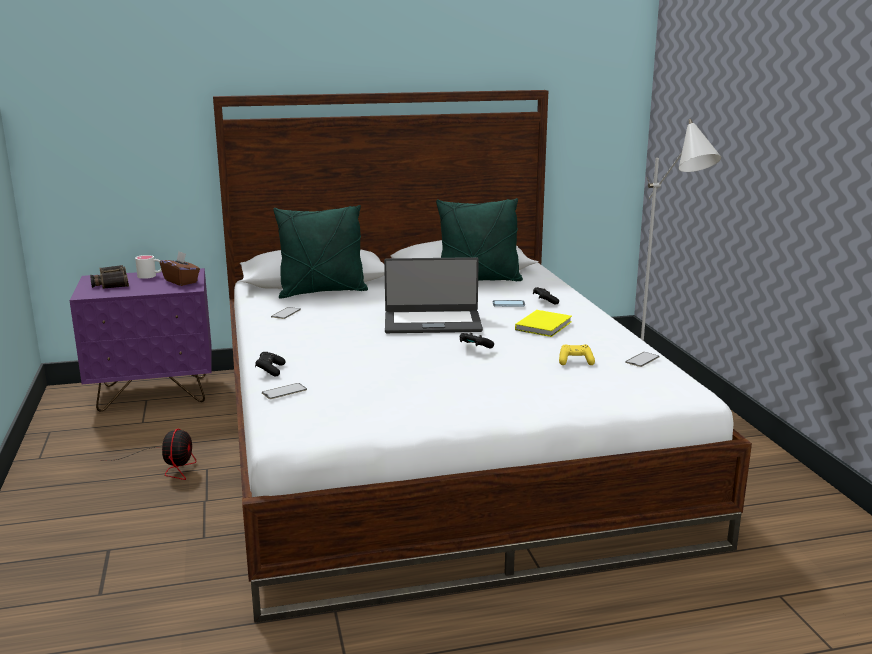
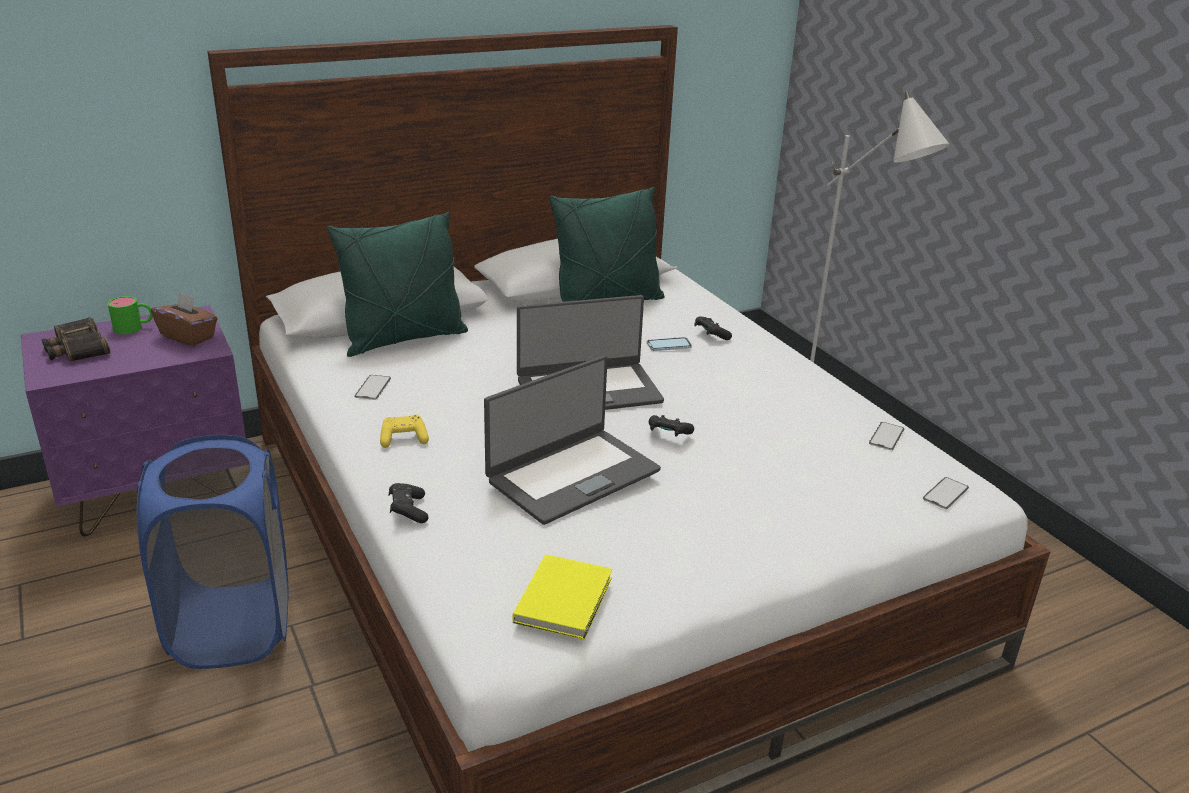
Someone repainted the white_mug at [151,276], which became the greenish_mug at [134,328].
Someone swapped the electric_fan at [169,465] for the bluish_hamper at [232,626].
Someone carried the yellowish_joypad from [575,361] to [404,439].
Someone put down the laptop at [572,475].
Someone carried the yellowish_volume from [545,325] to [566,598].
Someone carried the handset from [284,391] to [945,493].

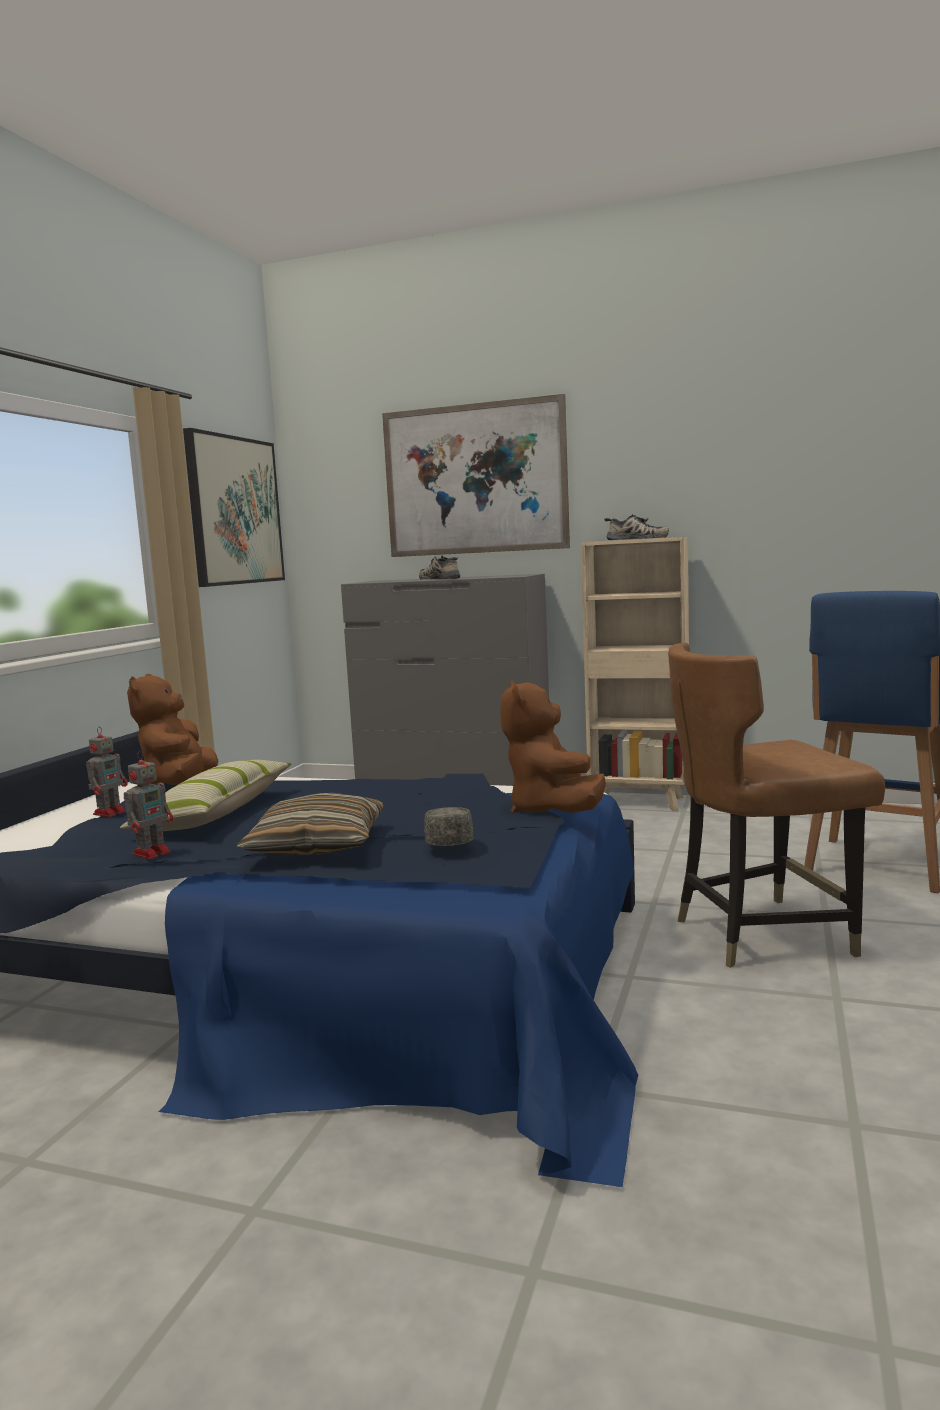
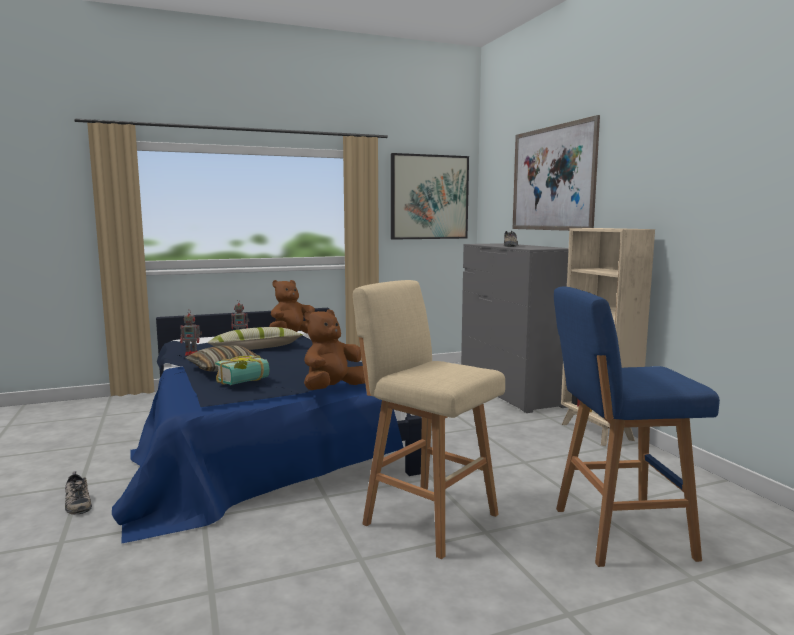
Someone carried the shoe from [637,539] to [76,502].
Someone swapped the grey_baseball_cap at [448,841] for the volume at [245,382].
Someone swapped the brown_plain_chair at [761,934] for the beige-coloured_stool_seat at [427,517].

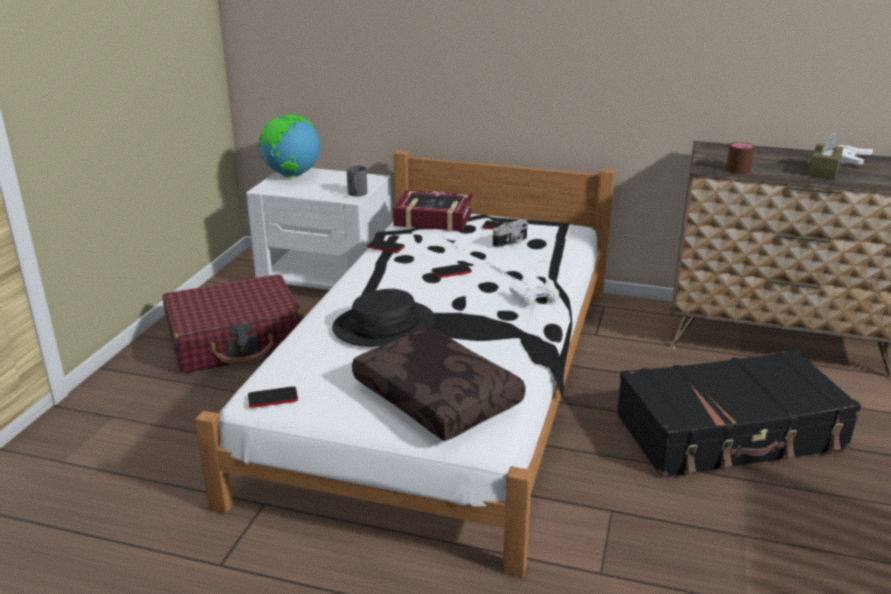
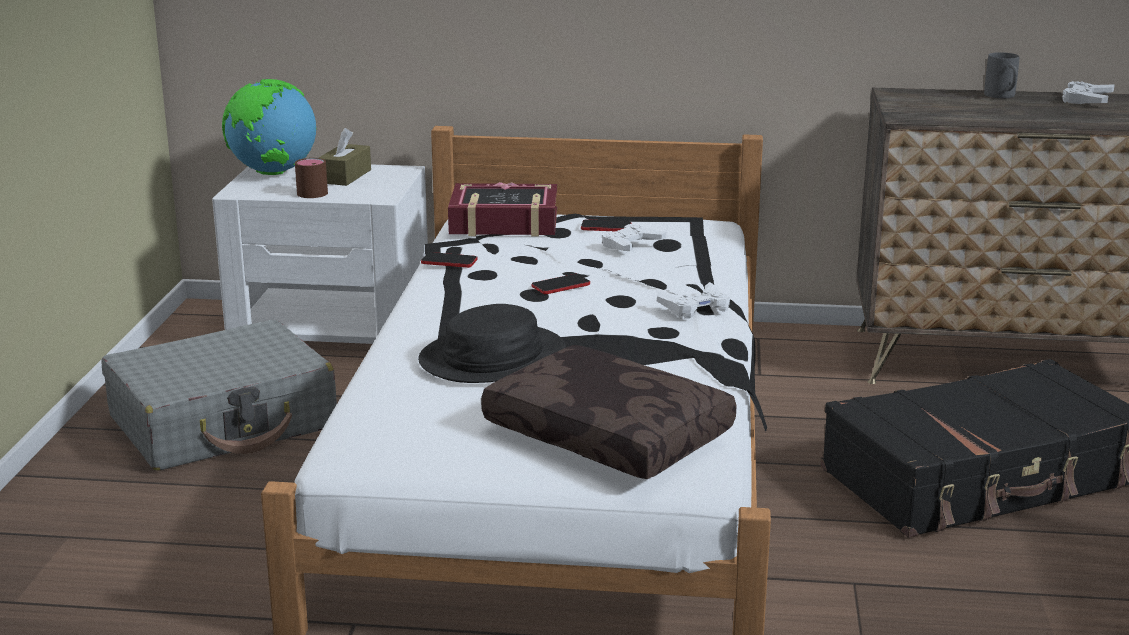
Someone repainted the red-coloured_piece_of_luggage at [237,341], which became the grey_piece_of_luggage at [224,423].
Someone carried the brown_mug from [735,168] to [311,191].
Someone carried the brown_tissue_box from [823,171] to [345,176].
Someone swapped the photo_camera at [511,242] for the white_joypad at [631,244].
Someone carried the grey_mug from [357,195] to [1002,96].
Someone took away the handset at [273,398].

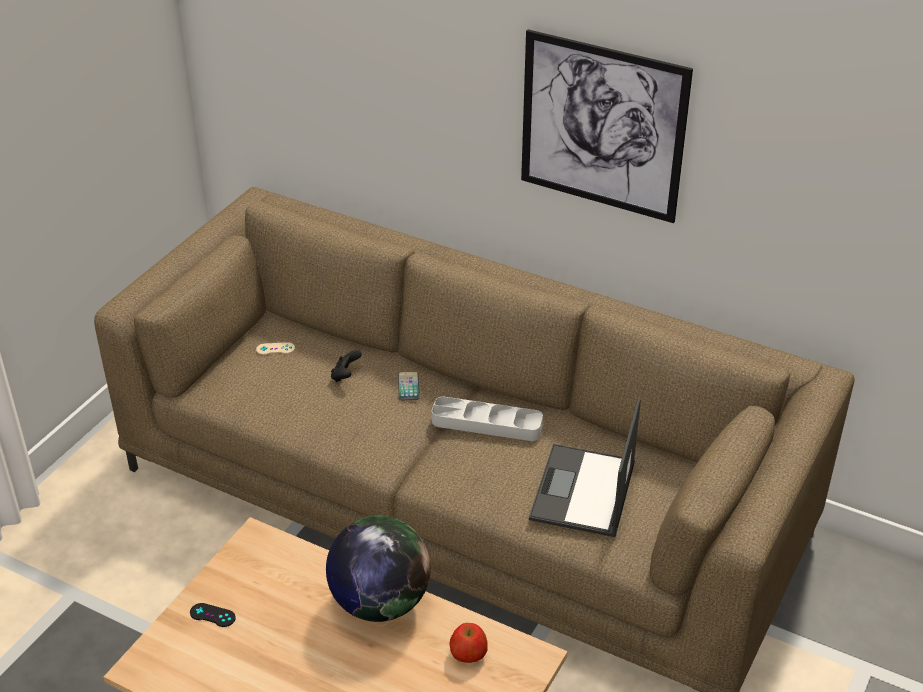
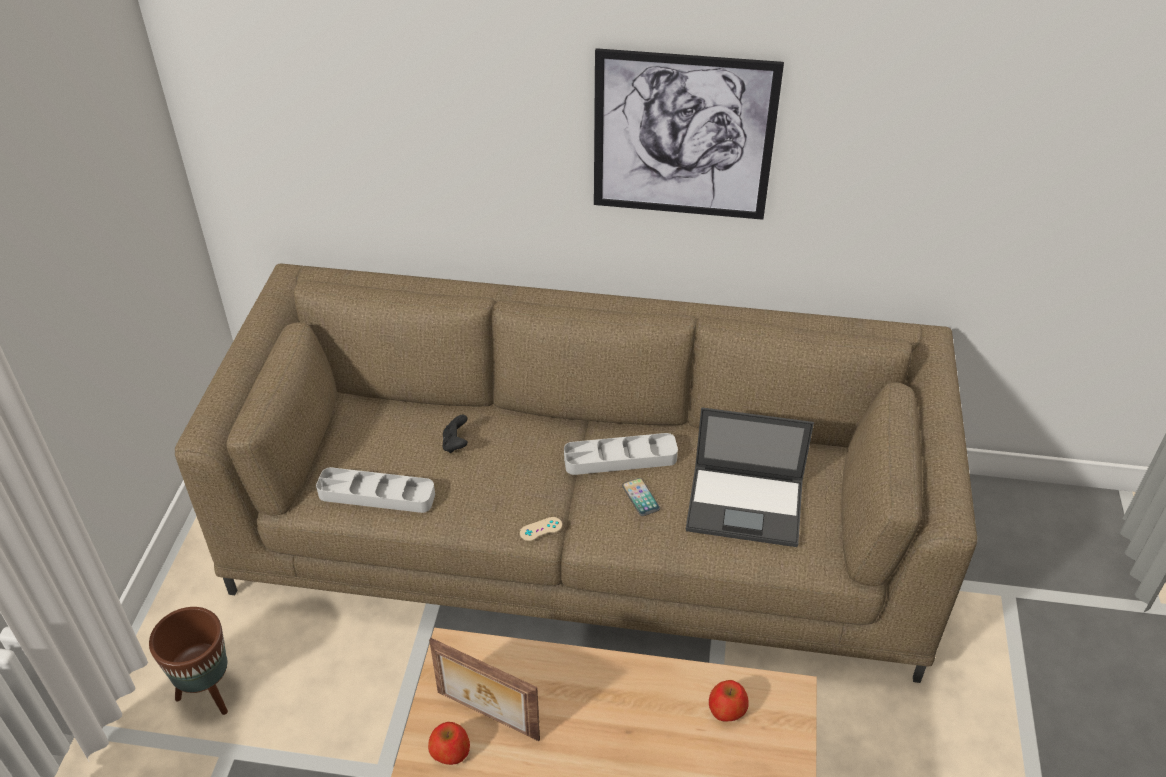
Someone put down the brown_plant_pot at [208,693].
Someone put down the grey_serving_tray at [376,494].
Someone swapped the black_joypad at [212,615] for the apple at [450,751].
Someone put down the photo_frame at [486,717].
Someone carried the beige-coloured_joypad from [275,349] to [541,529].
Someone carried the handset from [408,386] to [640,497].
Someone rotated the laptop at [583,492] by 75 degrees counterclockwise.
Someone took away the globe at [380,602].

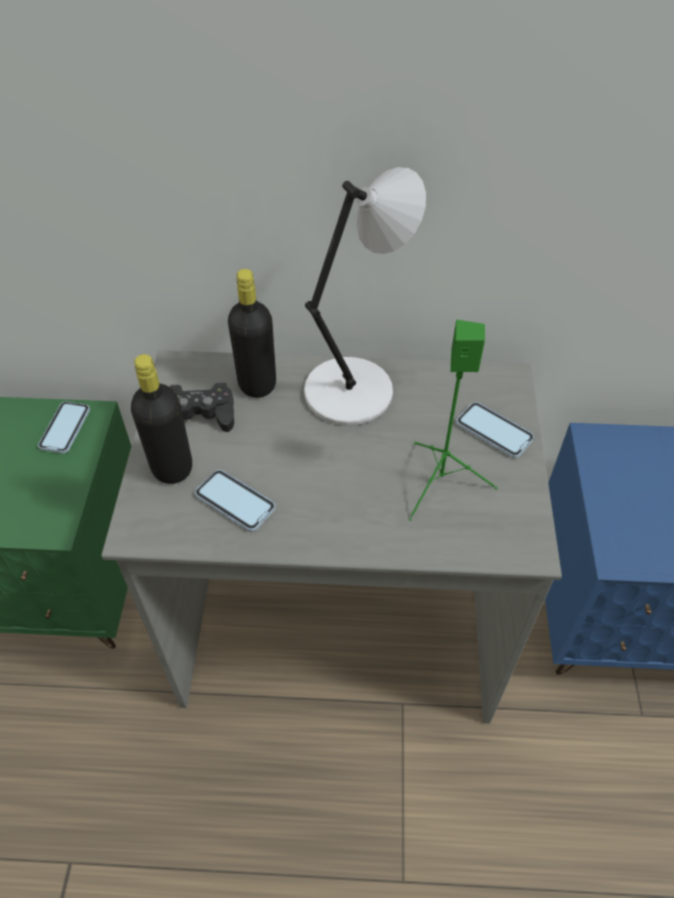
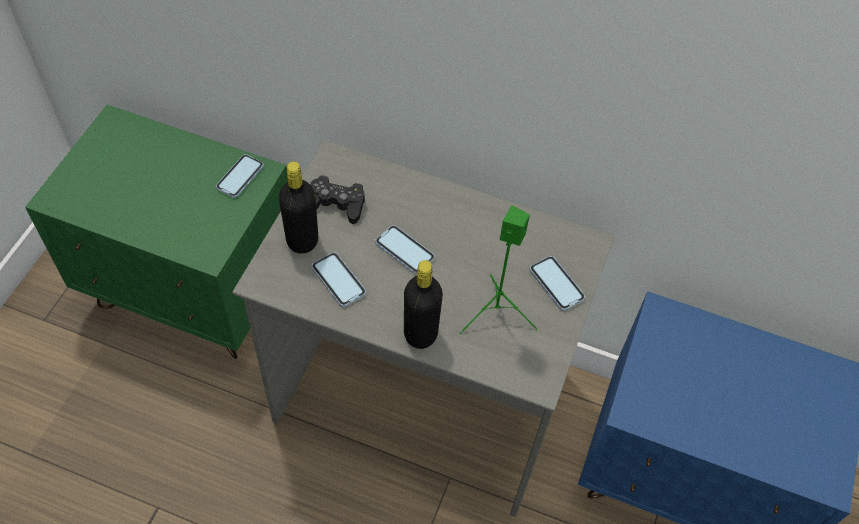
Someone put down the handset at [404,250].
Someone carried the black_bottle from [257,384] to [420,334].
Someone took away the grey_tabletop_lamp at [353,390].

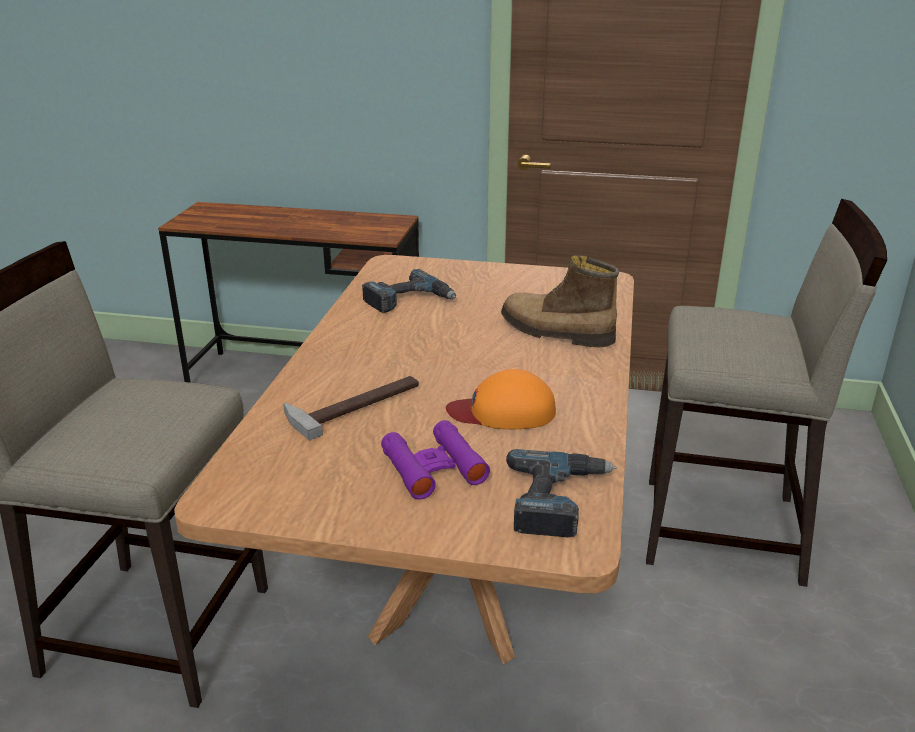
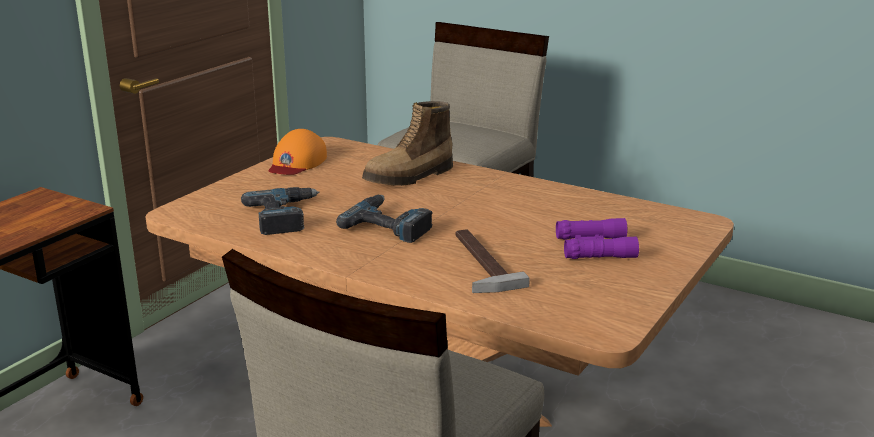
Someone carried the orange-coloured_baseball_cap from [503,411] to [297,162].
Someone carried the drill from [558,500] to [389,225].

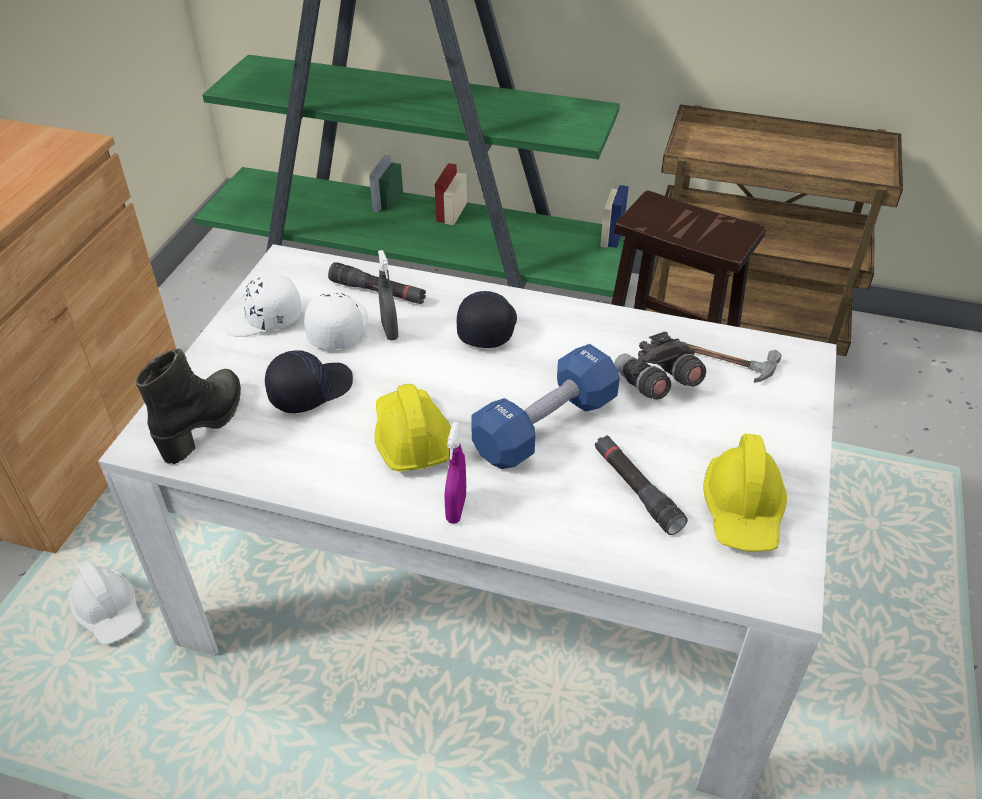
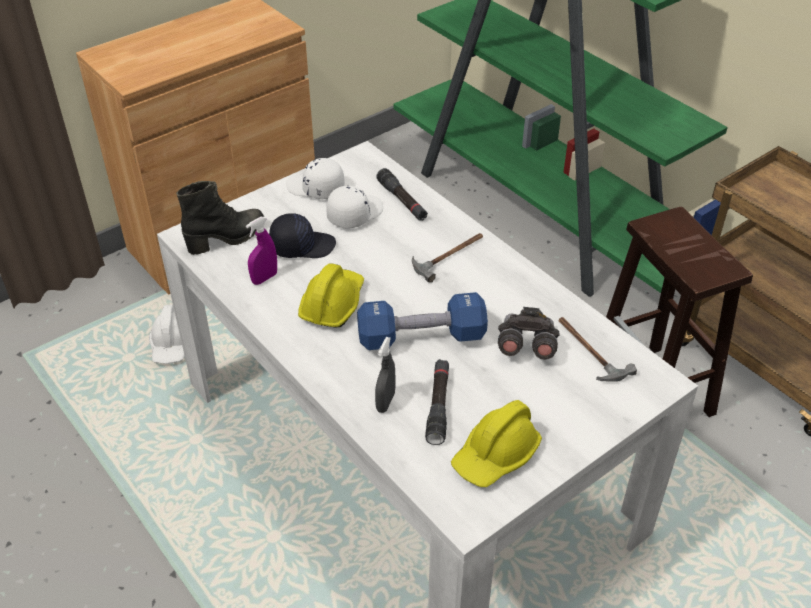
Someone carried the purple-coloured_sprayer from [456,509] to [264,278].
Someone carried the grey_sprayer from [390,331] to [385,402].
Someone swapped the black_baseball_cap at [486,327] for the tool_hammer at [449,255].

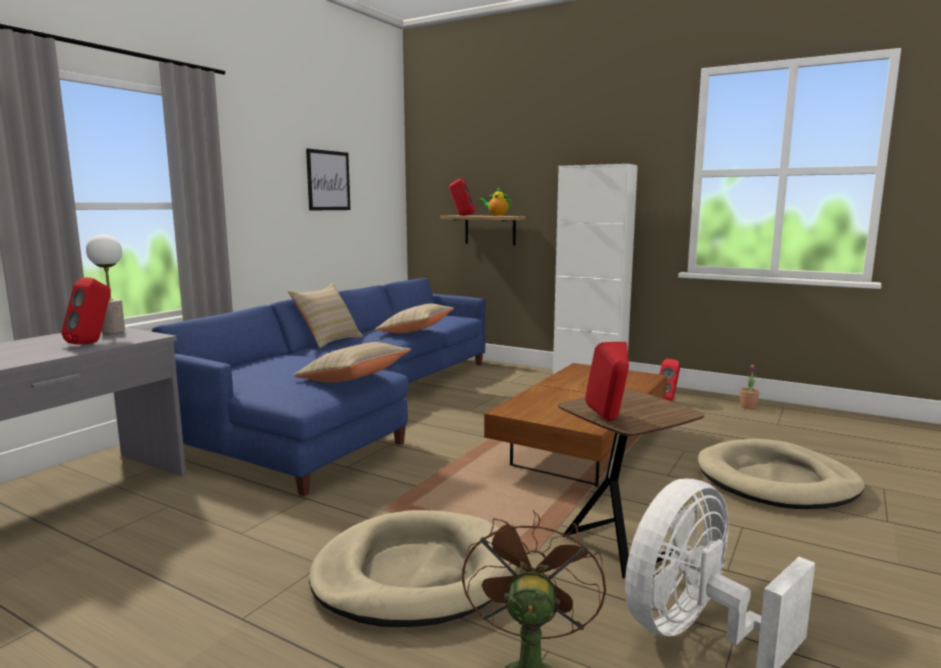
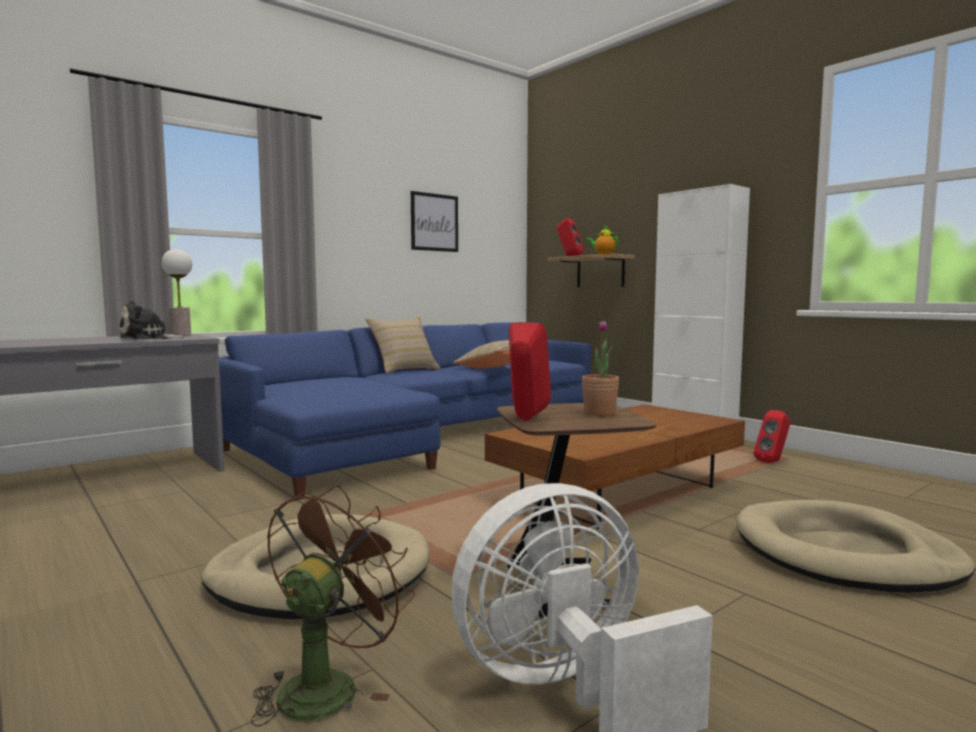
Someone swapped the red-coloured_audio_speaker at [92,343] for the soft_toy at [147,339].
Someone carried the houseplant from [748,407] to [599,413].
Someone took away the beige-coloured_throw_pillow at [353,380].

